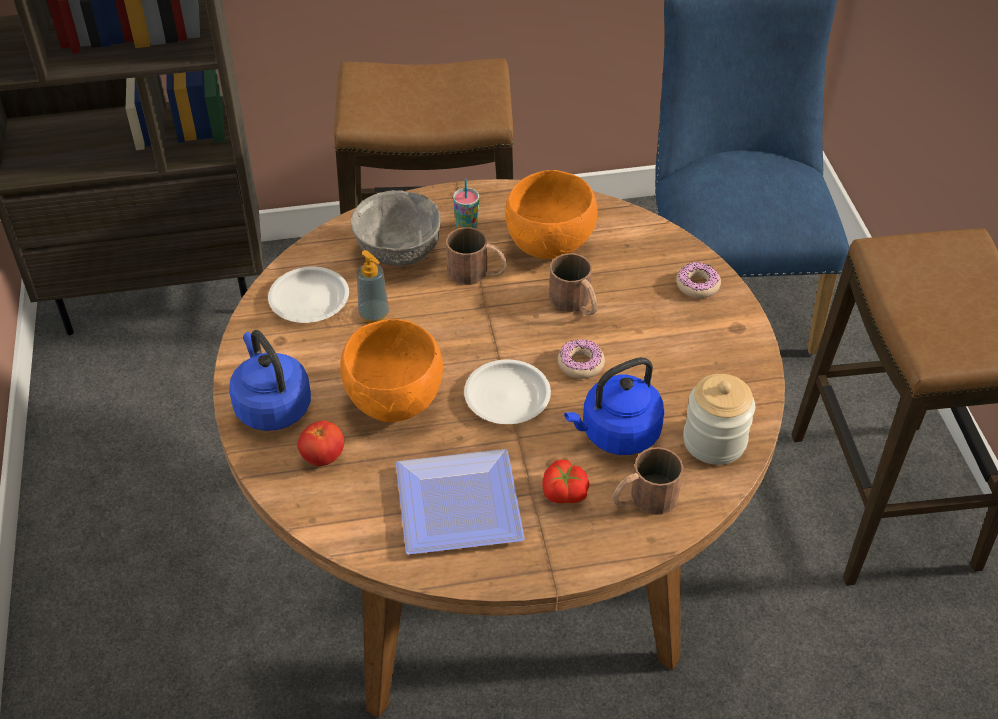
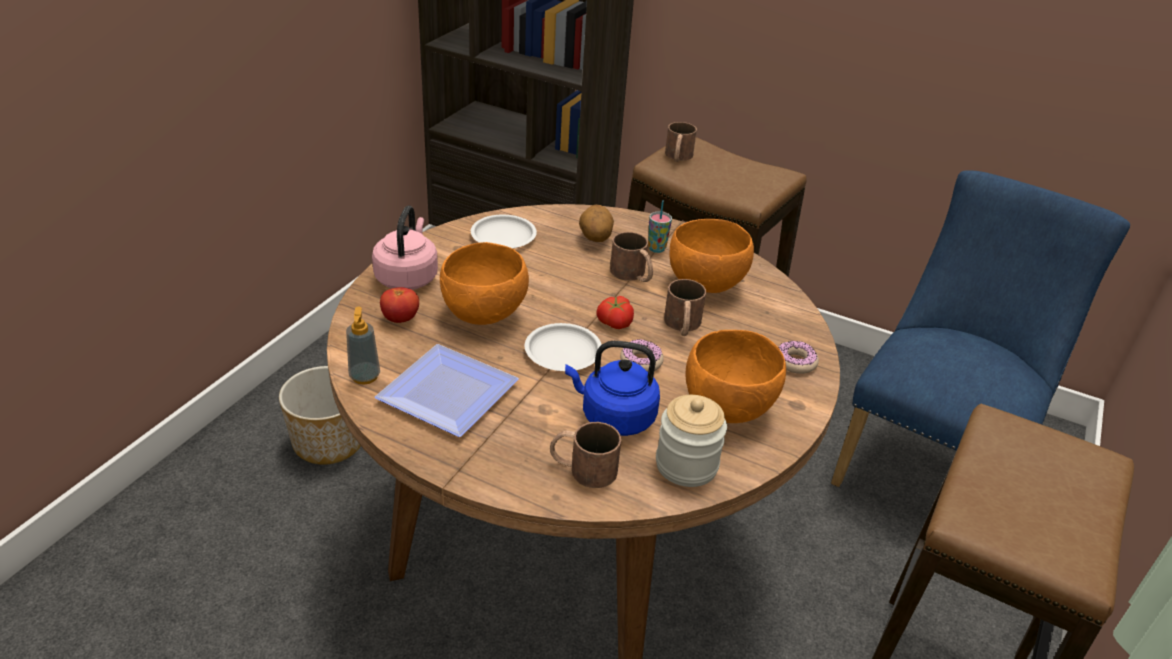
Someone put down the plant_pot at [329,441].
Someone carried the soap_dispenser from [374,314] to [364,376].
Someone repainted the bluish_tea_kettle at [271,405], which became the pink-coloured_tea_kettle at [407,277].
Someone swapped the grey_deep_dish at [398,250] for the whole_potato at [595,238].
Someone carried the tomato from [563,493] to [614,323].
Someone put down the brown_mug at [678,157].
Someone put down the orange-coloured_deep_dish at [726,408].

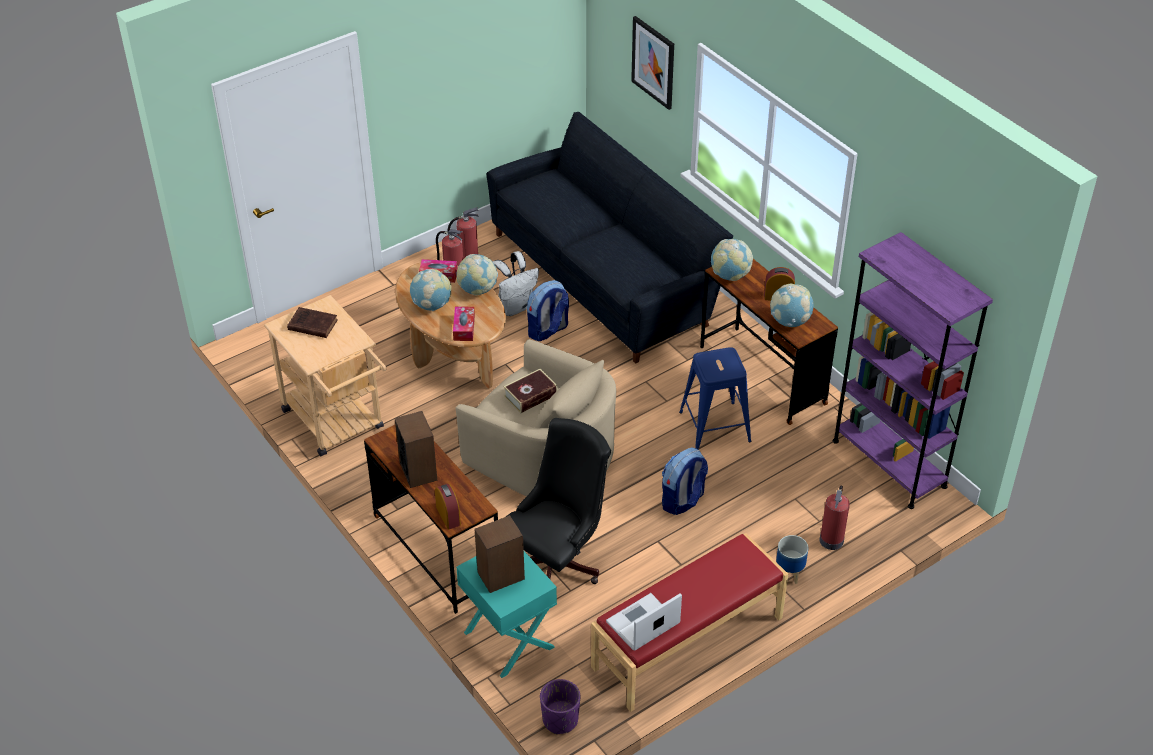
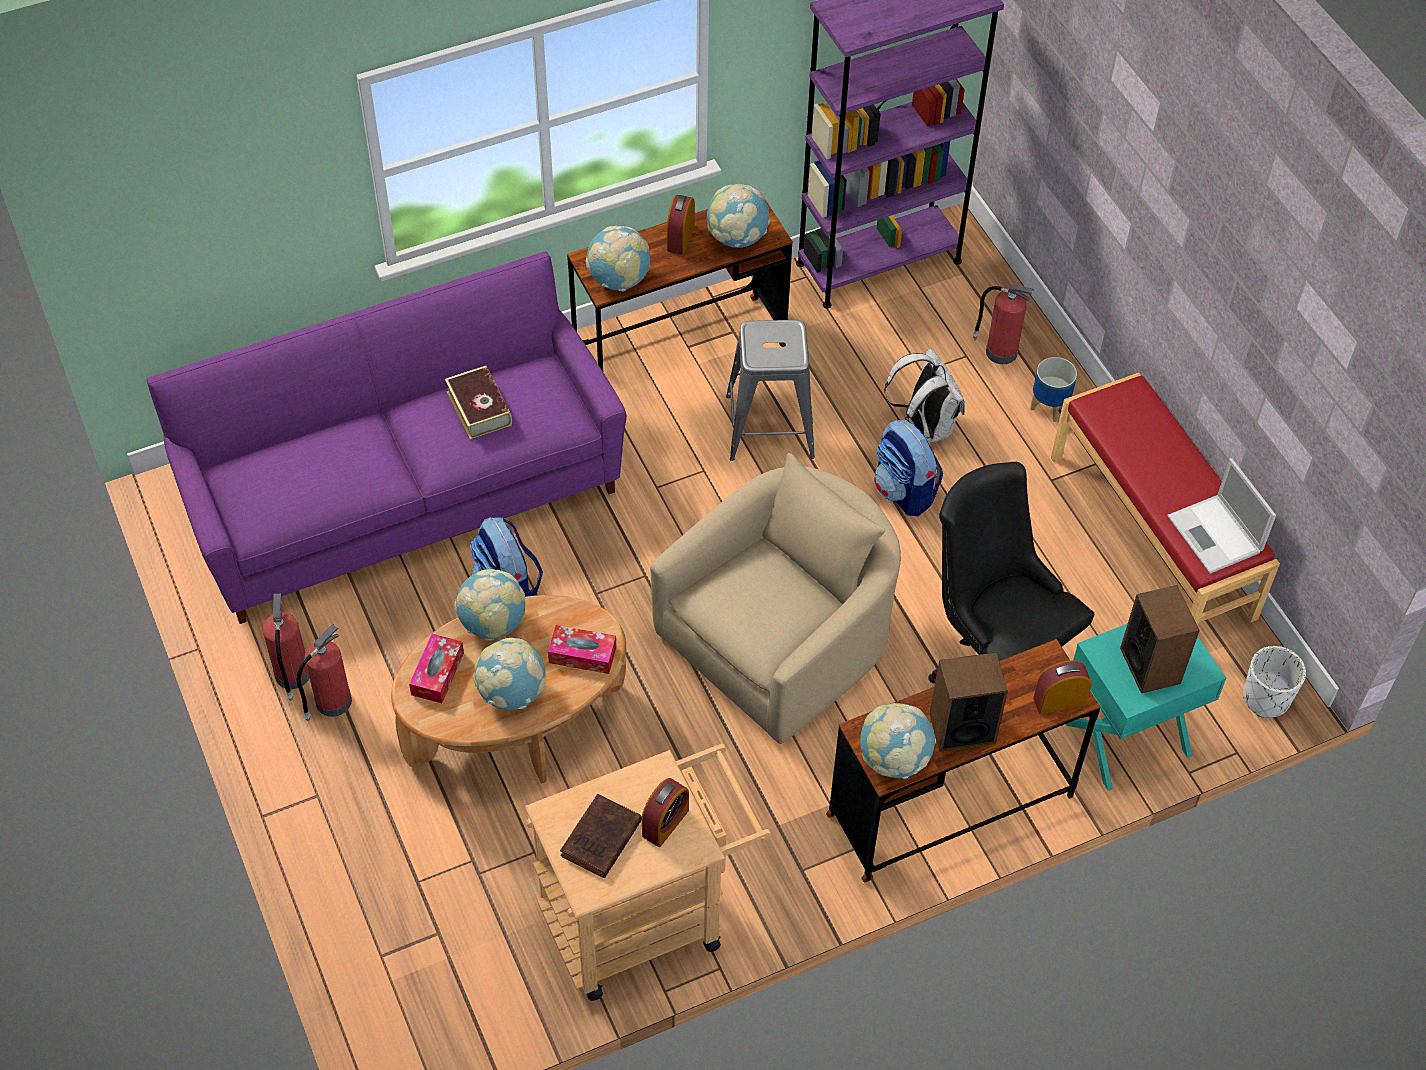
Someone repainted the black_couch at [605,276], which became the purple-coloured_couch at [402,493].
Someone carried the volume from [530,395] to [479,408].
Someone put down the table_clock at [665,823].
Someone repainted the bluish_stool_seat at [715,427], which became the grey_stool_seat at [770,426].
Someone put down the globe at [894,759].
Someone carried the white_knapsack from [514,307] to [924,426].
Someone repainted the purple-coloured_plant_pot at [560,720], which became the white_plant_pot at [1266,698].
Someone took away the picture at [653,62].

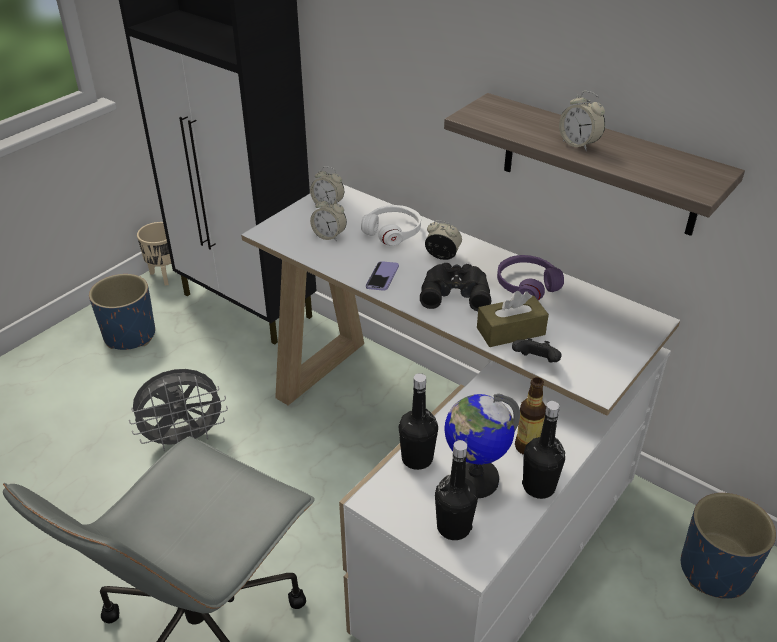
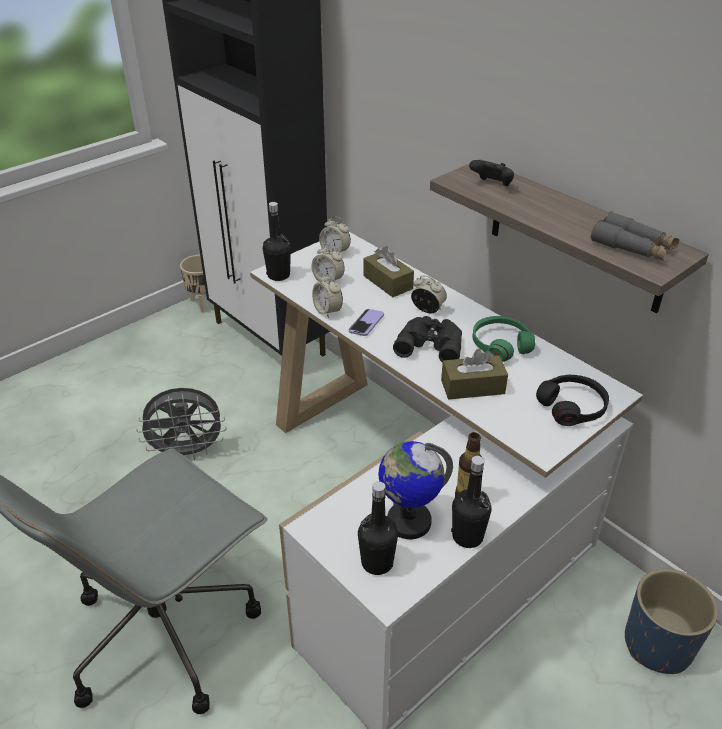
Someone carried the black_bottle from [417,458] to [278,275].
Someone carried the table_clock from [578,144] to [327,311].
Someone swapped the white_headphones at [392,231] for the brown_tissue_box at [387,282].
Someone carried the black_joypad from [536,362] to [492,185].
Someone repainted the purple-coloured_headphones at [527,285], which became the greenish_headphones at [500,345].
Someone put down the black_headphones at [572,407].
Someone put down the grey_binoculars at [632,247].
Someone took away the bluish_plant_pot at [130,335].

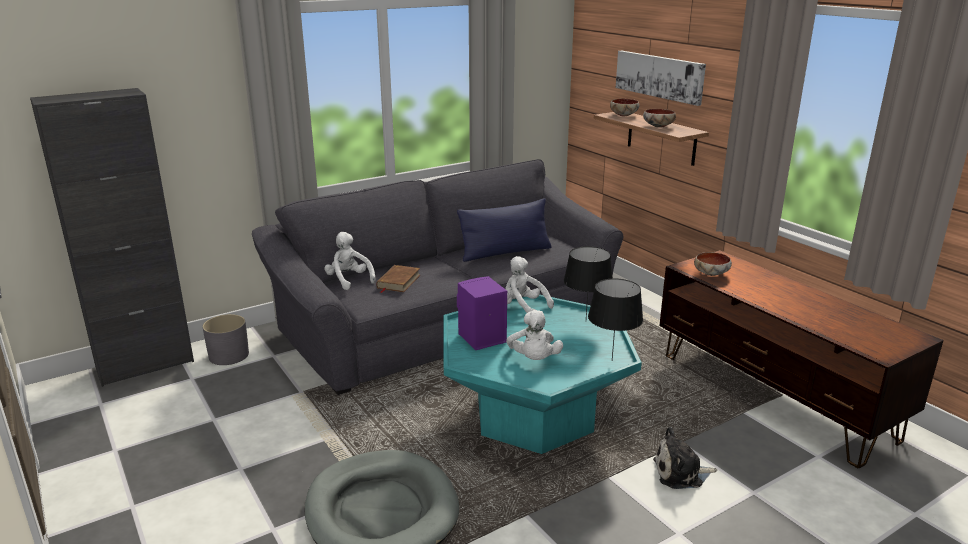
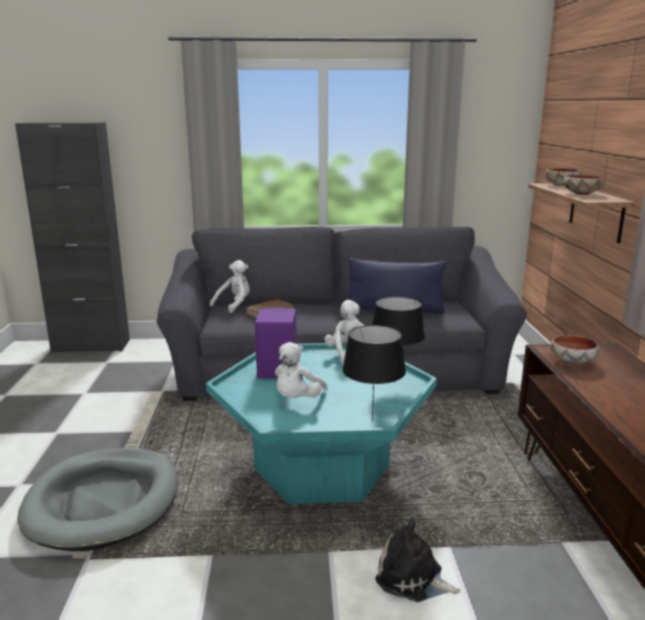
Someone rotated the white_soft_toy at [349,280] by 45 degrees clockwise.
Someone took away the grey_plant_pot at [229,355].
Someone took away the picture at [659,76].

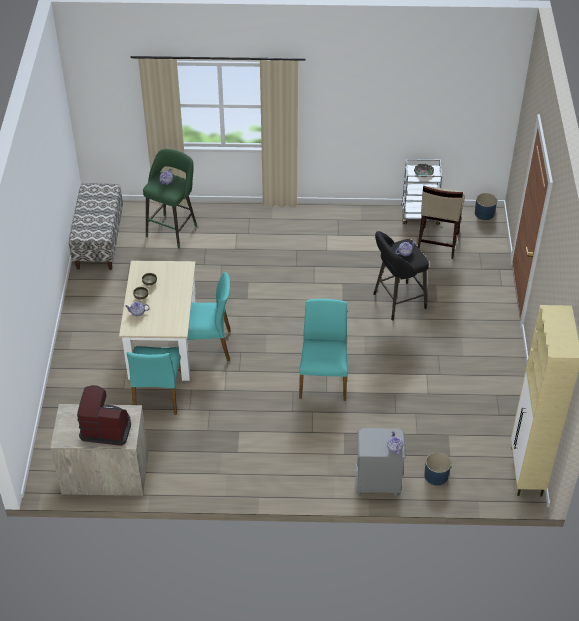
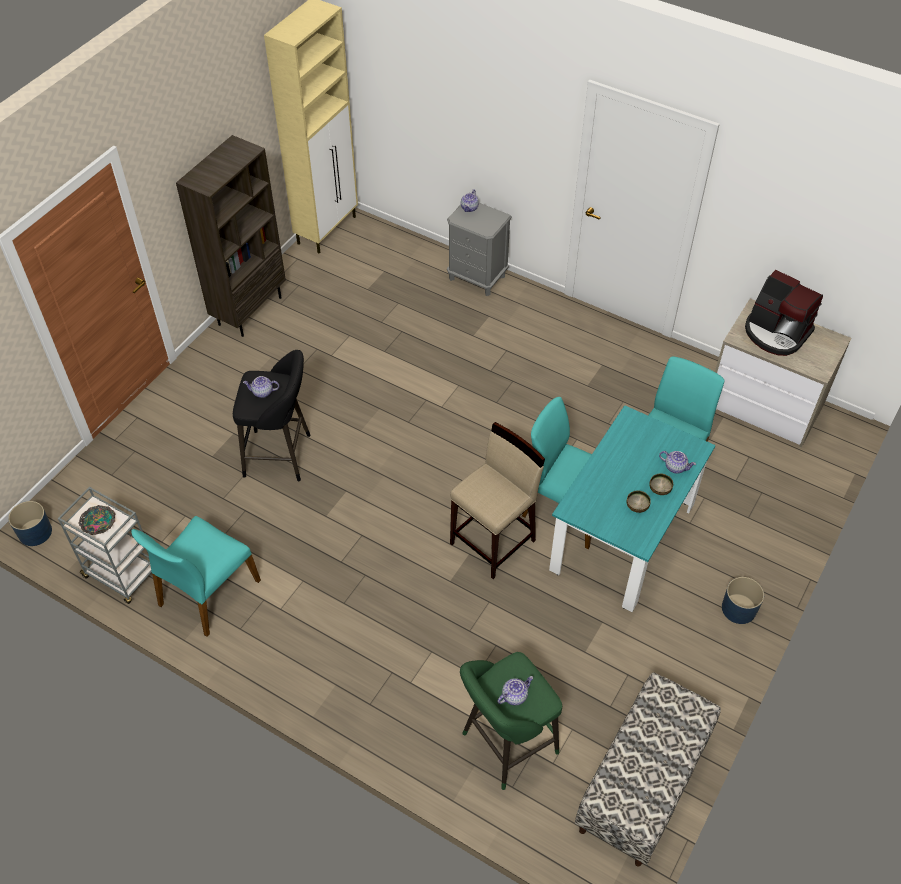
Someone carried the blue-green_plain_chair from [323,378] to [207,593].
Someone put down the brown_bookcase at [249,310].
Someone carried the beige-coloured_stool_seat from [437,243] to [494,542].
Someone repainted the beige-coloured_kitchen_table at [163,343], which became the blue-green_kitchen_table at [622,538].
Someone carried the bluish_plant_pot from [436,475] to [738,609].

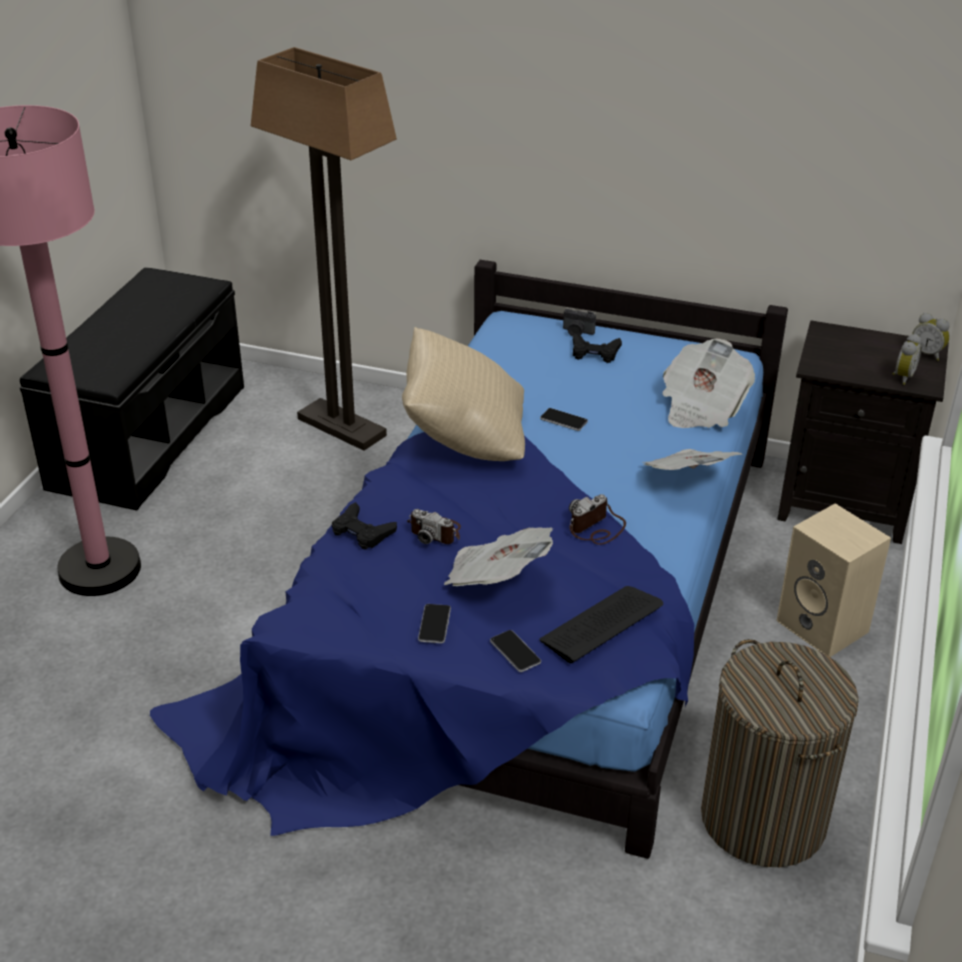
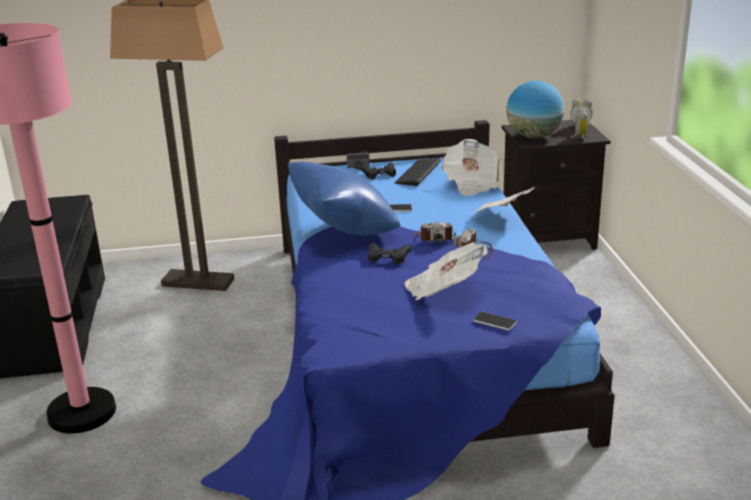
Someone repainted the beige-coloured_throw_pillow at [465,438], which became the bluish_throw_pillow at [344,231].
Someone carried the black_joypad from [362,532] to [387,257].
Someone carried the PC_keyboard from [601,625] to [418,173].
Someone carried the photo_camera from [435,531] to [435,237].
Someone put down the globe at [533,136].
Someone took away the handset at [434,624].
Someone took away the hamper at [762,818].
Someone took away the beige-coloured_audio_speaker at [825,627].

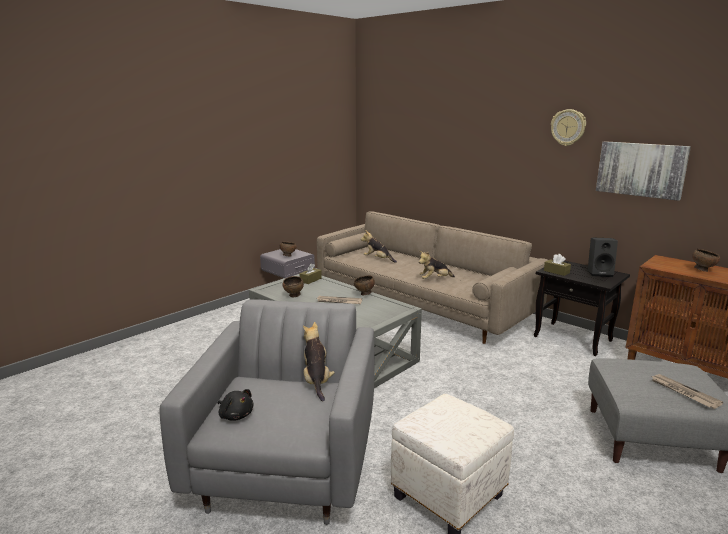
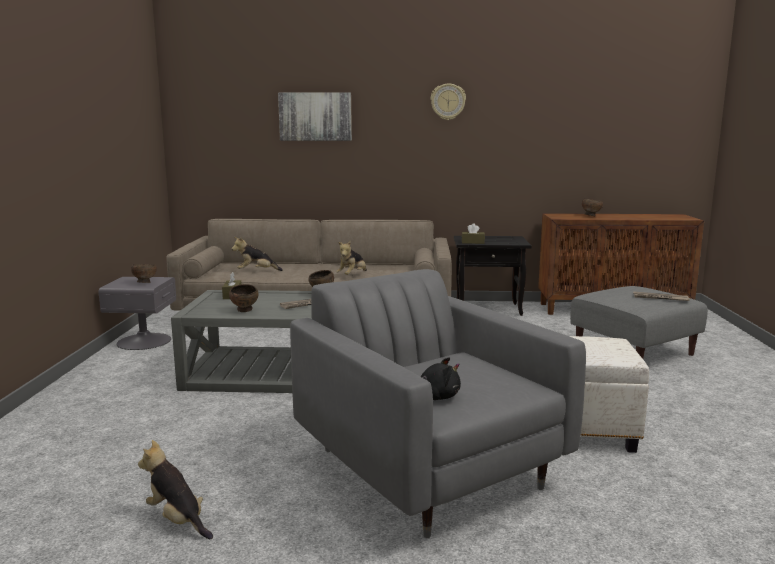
Someone carried the soft_toy from [316,381] to [177,520].
Someone carried the picture from [641,169] to [315,116].
Someone took away the black_audio_speaker at [600,273].

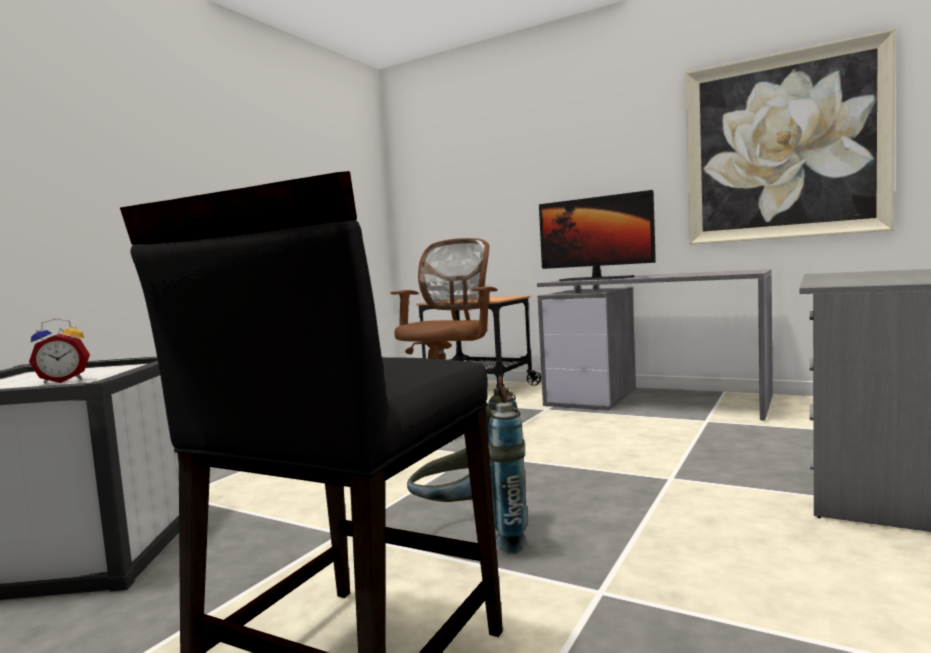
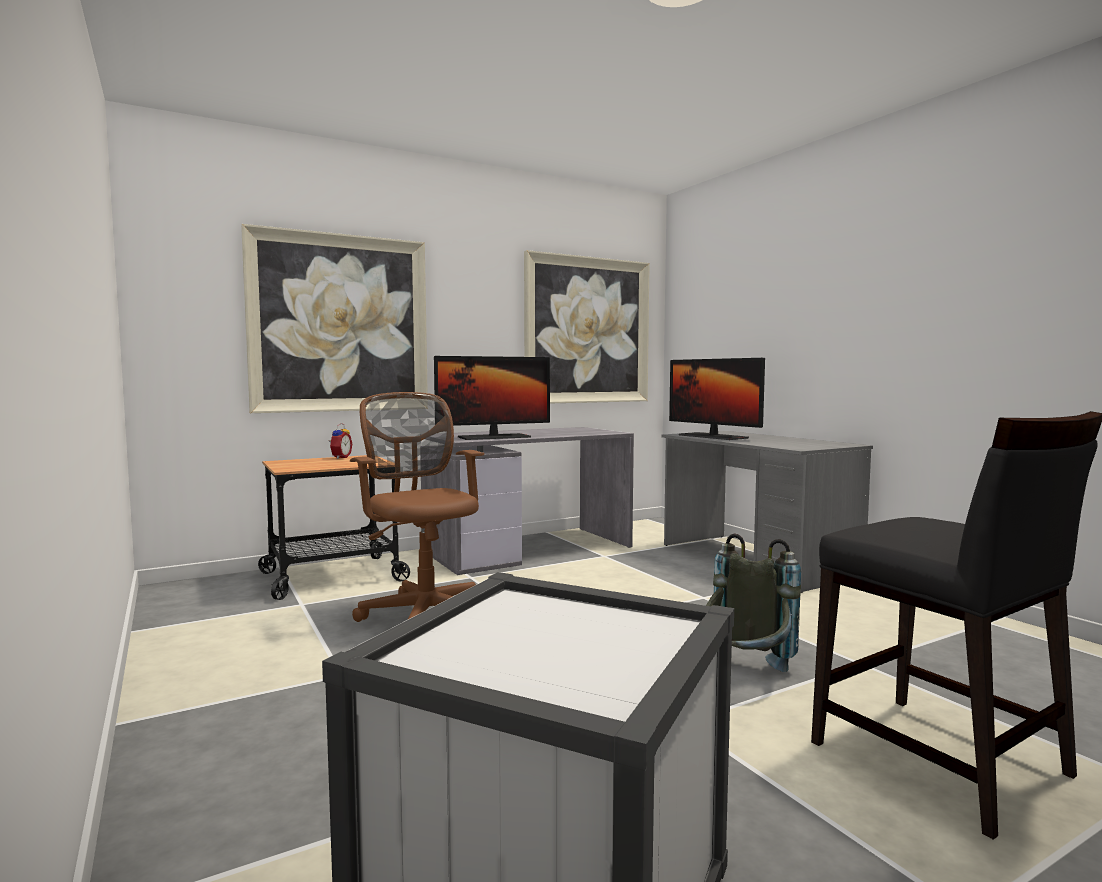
Someone put up the picture at [340,323].
Someone carried the table_clock from [64,380] to [340,457].
Someone put down the computer_screen at [712,436].

